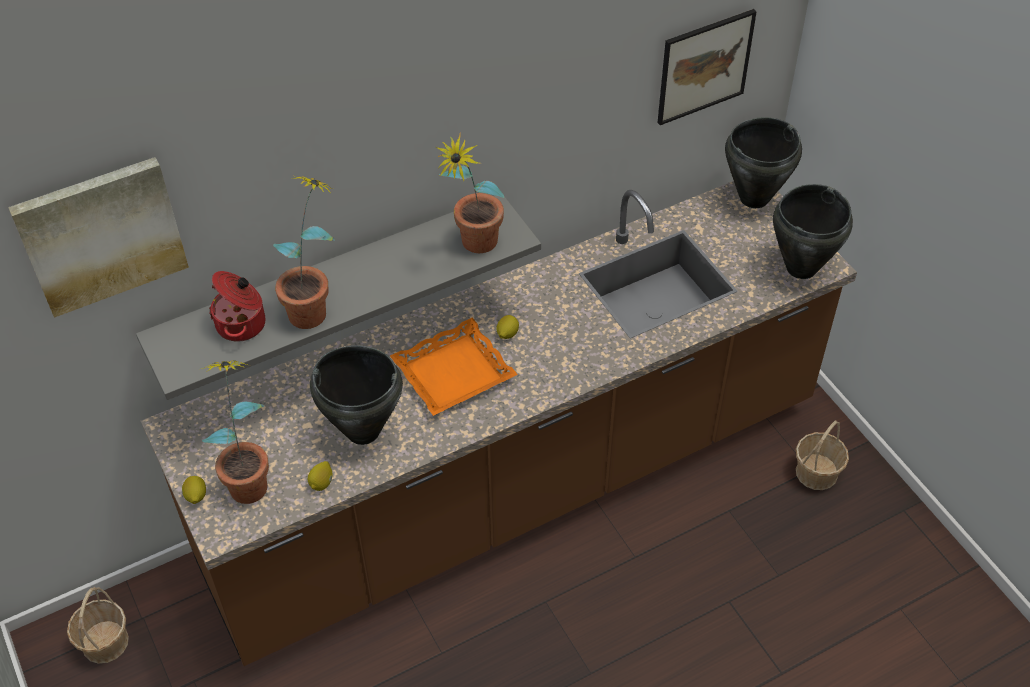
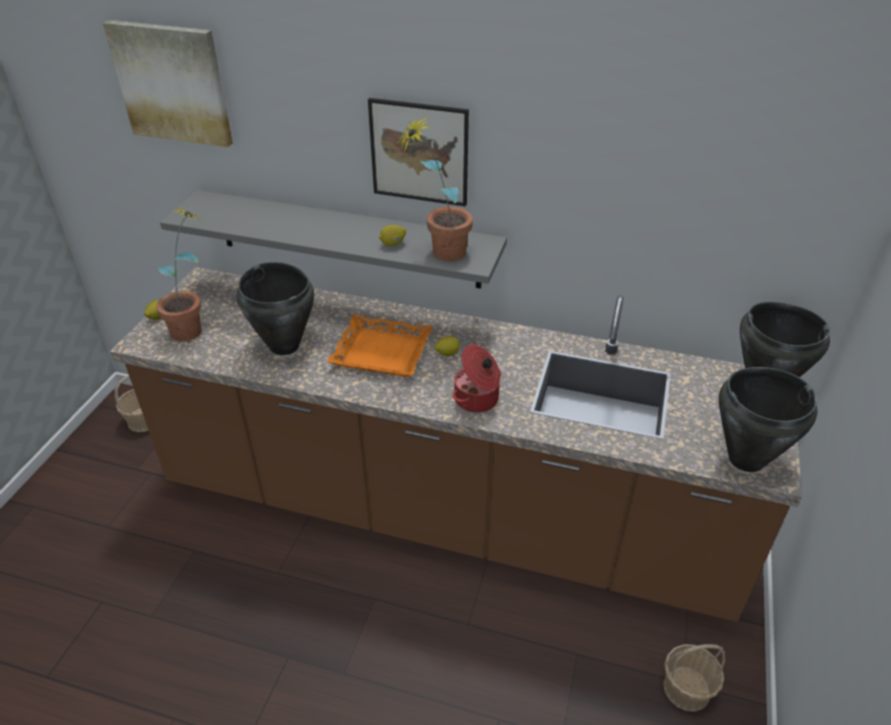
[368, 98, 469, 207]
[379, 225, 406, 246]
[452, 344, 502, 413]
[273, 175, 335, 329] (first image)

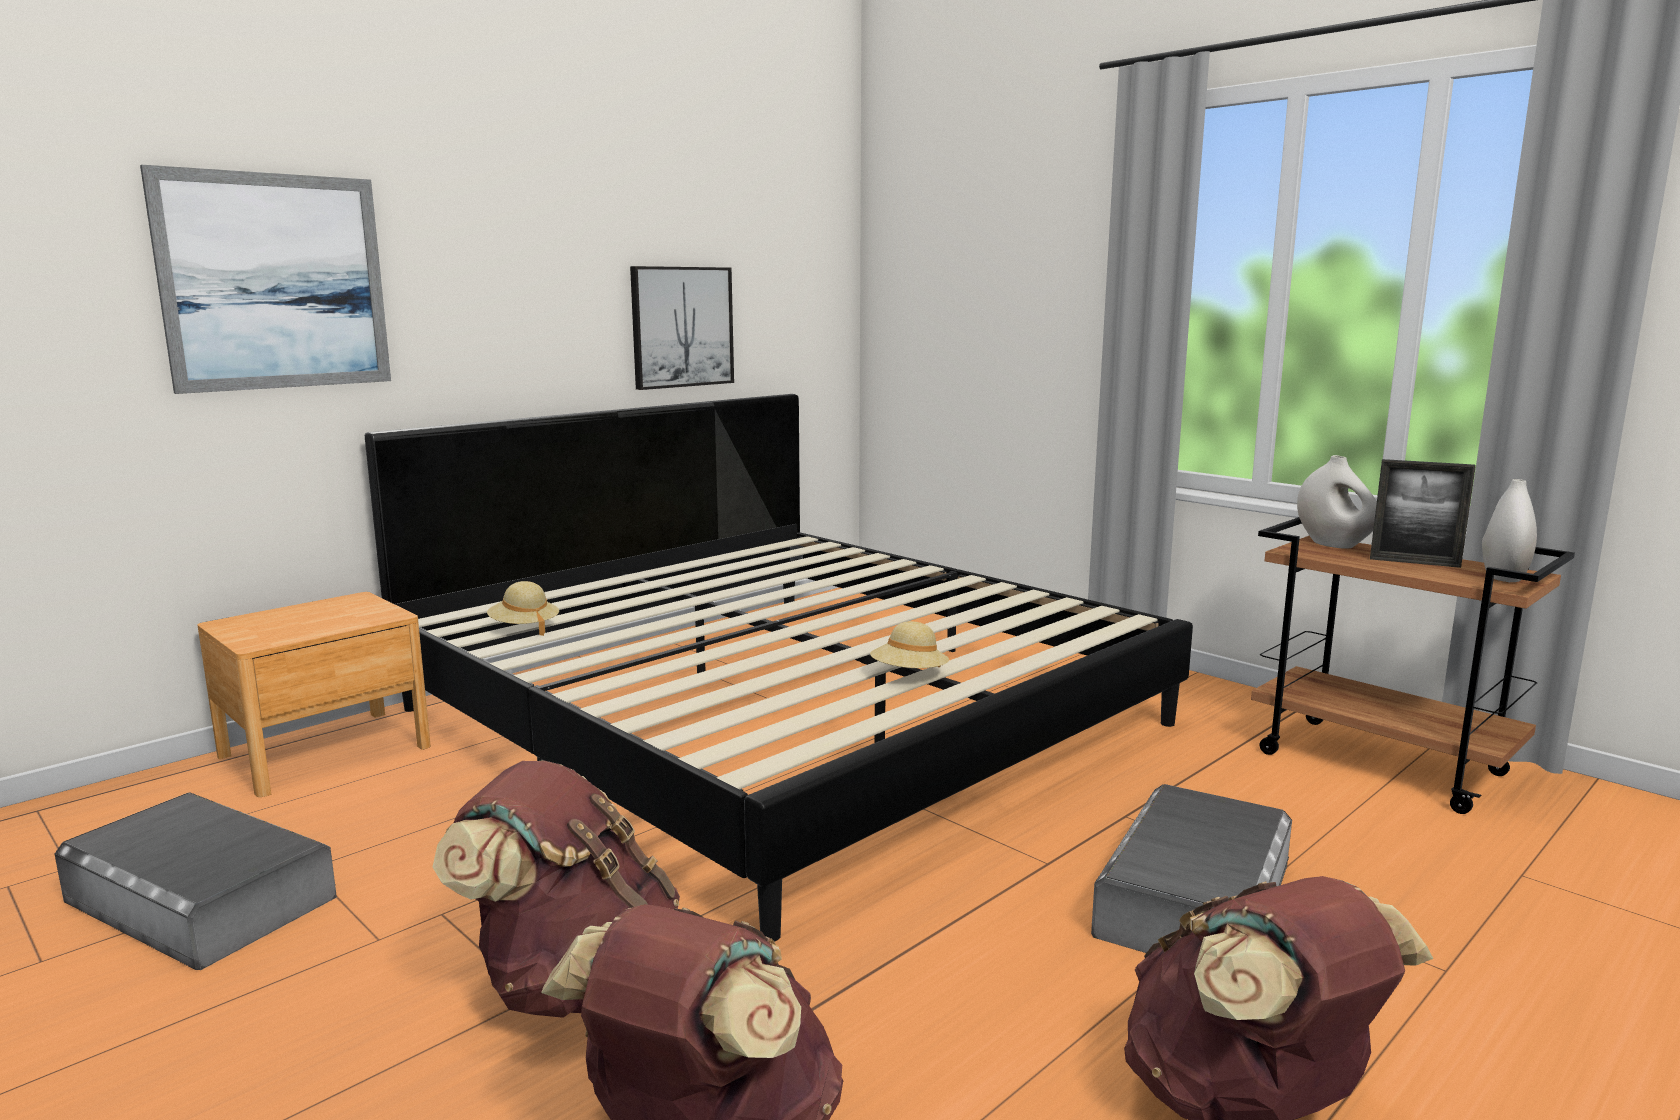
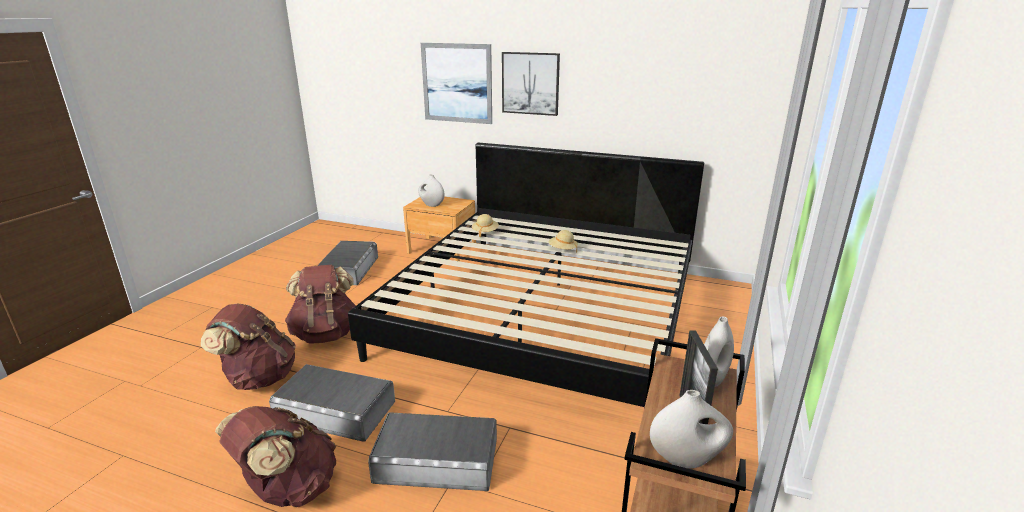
[269, 364, 395, 442]
[418, 175, 444, 207]
[502, 52, 560, 116]
[549, 230, 578, 253]

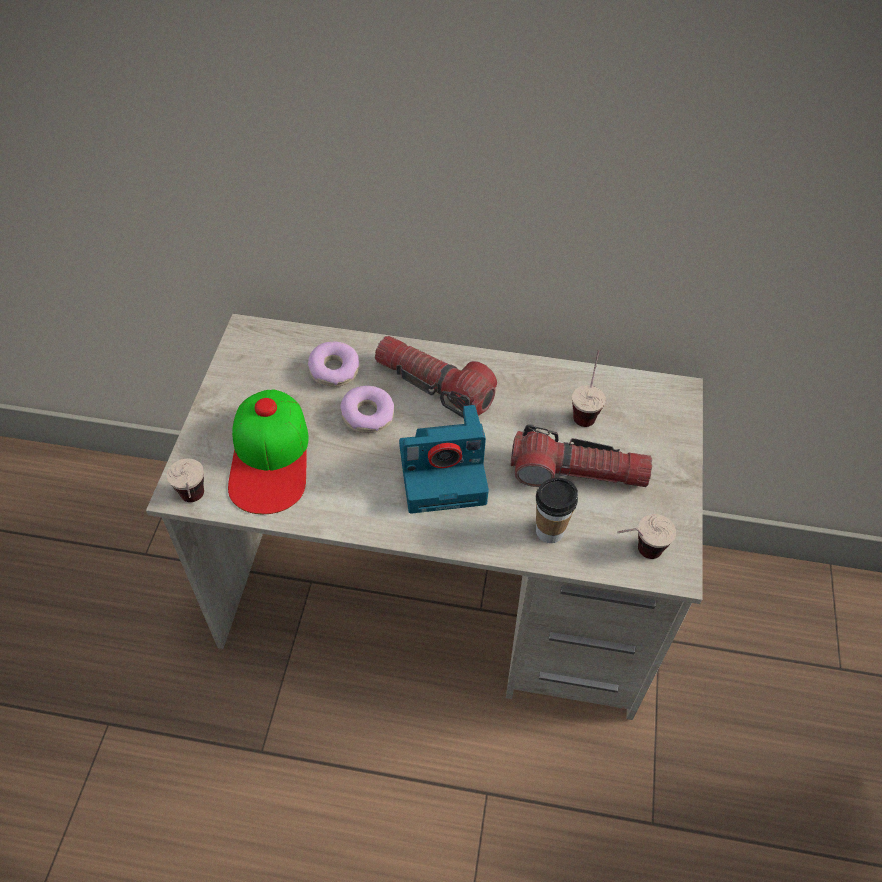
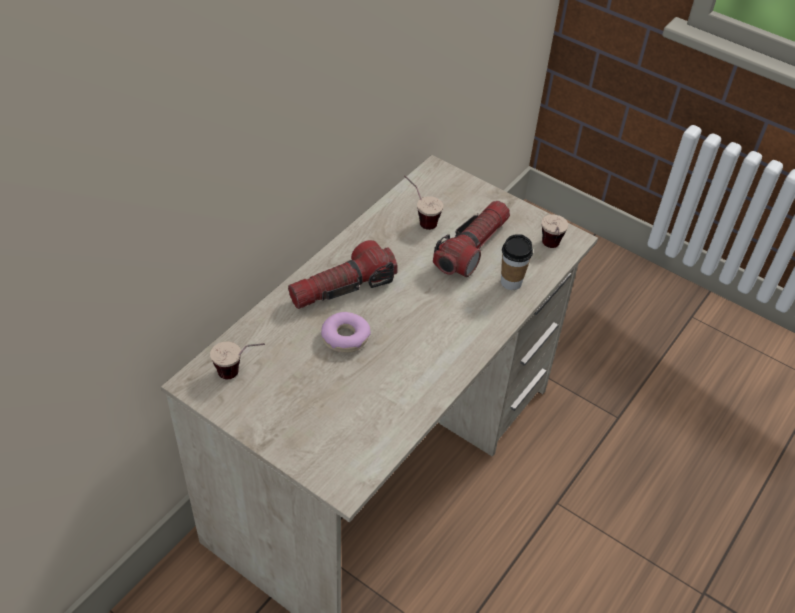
[210, 341, 265, 379]
[228, 389, 309, 514] (first image)
[308, 342, 359, 387] (first image)
[399, 405, 489, 514] (first image)

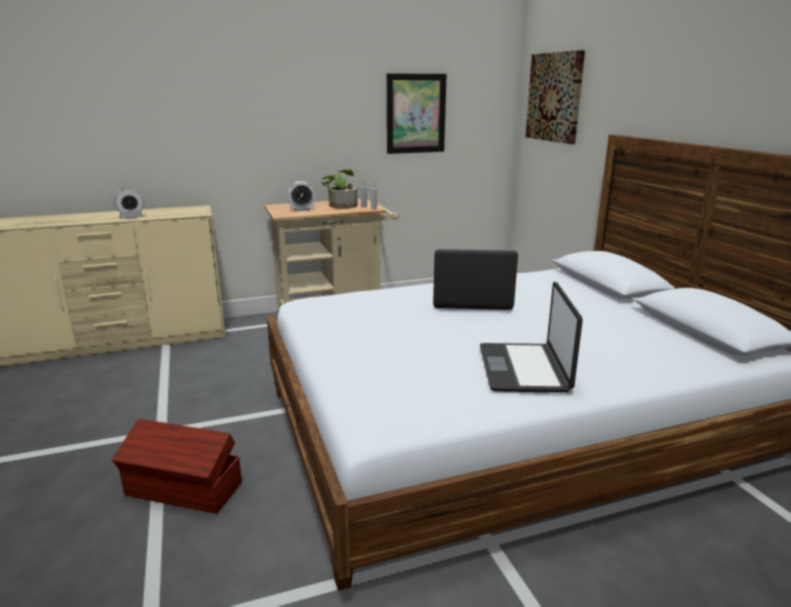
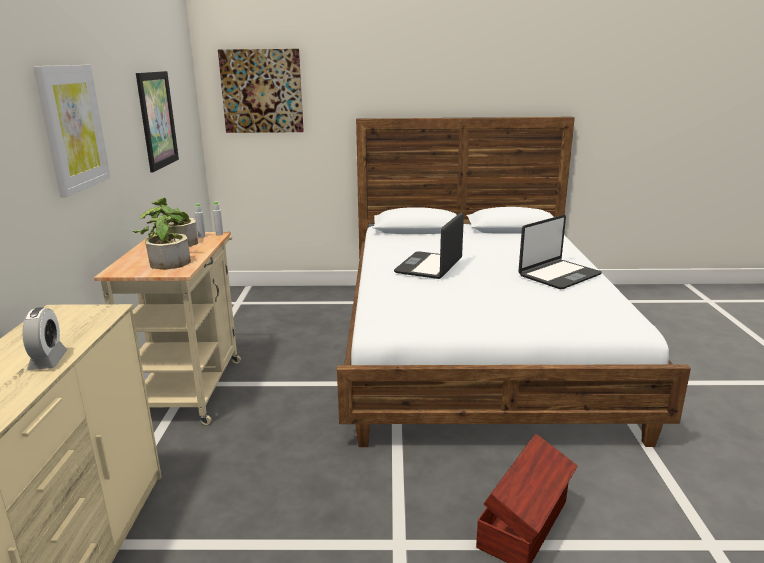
[33, 65, 111, 197]
[132, 211, 191, 270]
[518, 215, 602, 289]

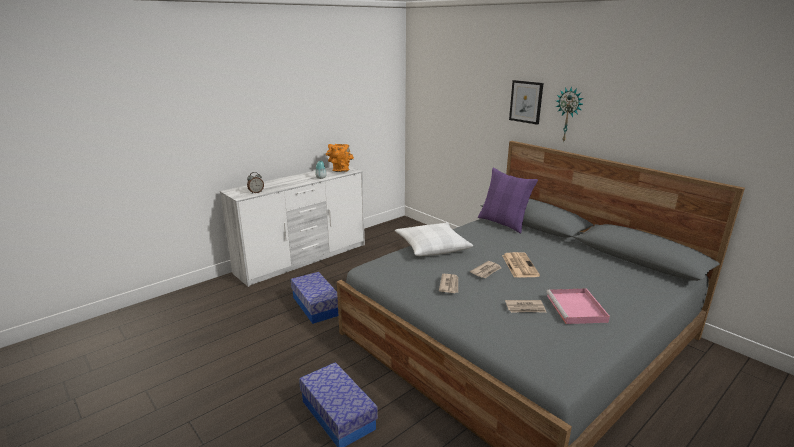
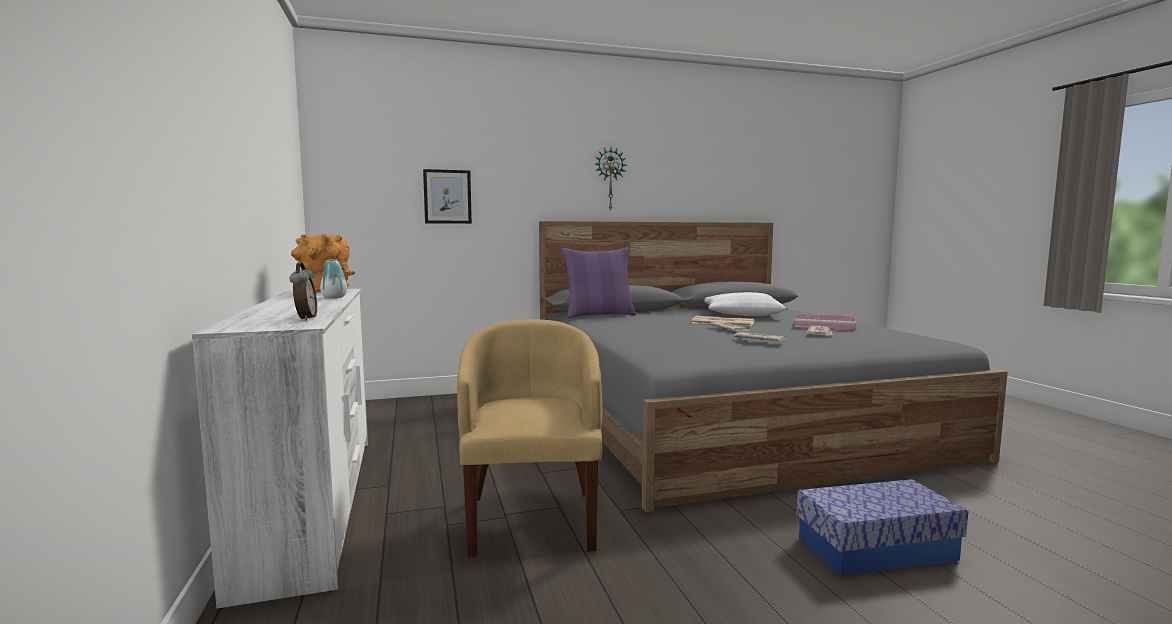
[423, 169, 472, 224]
[457, 319, 603, 557]
[704, 292, 786, 316]

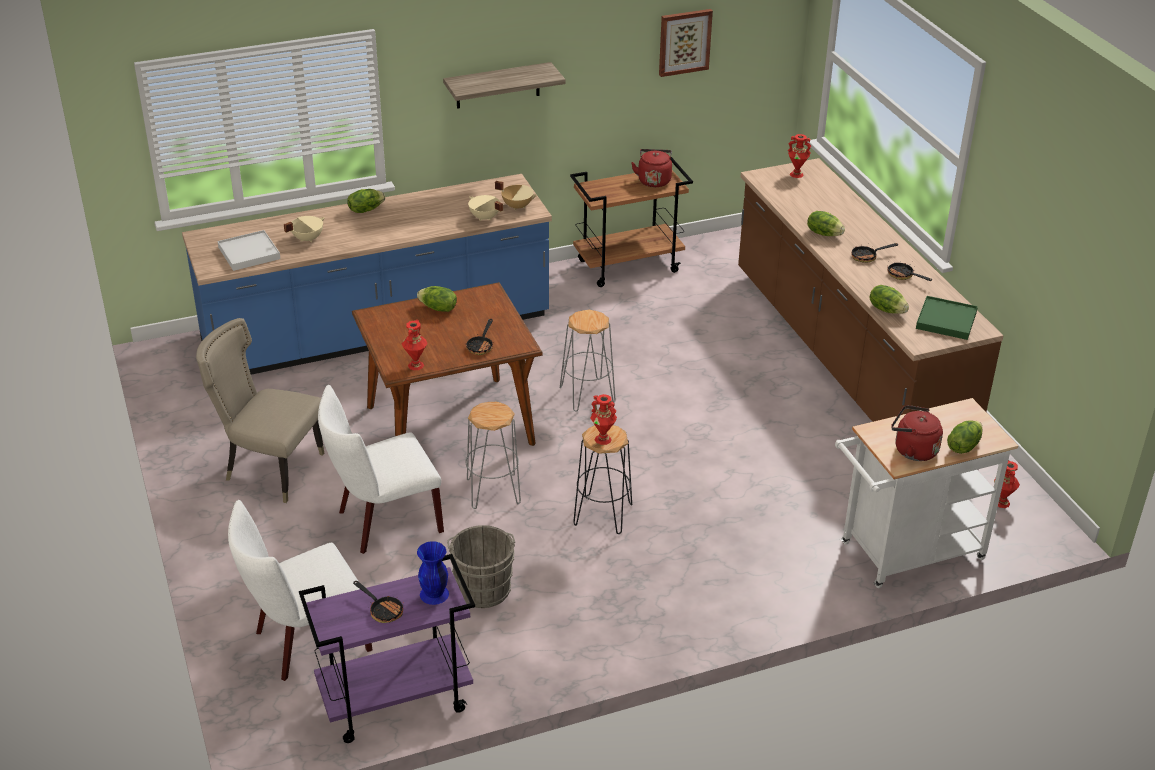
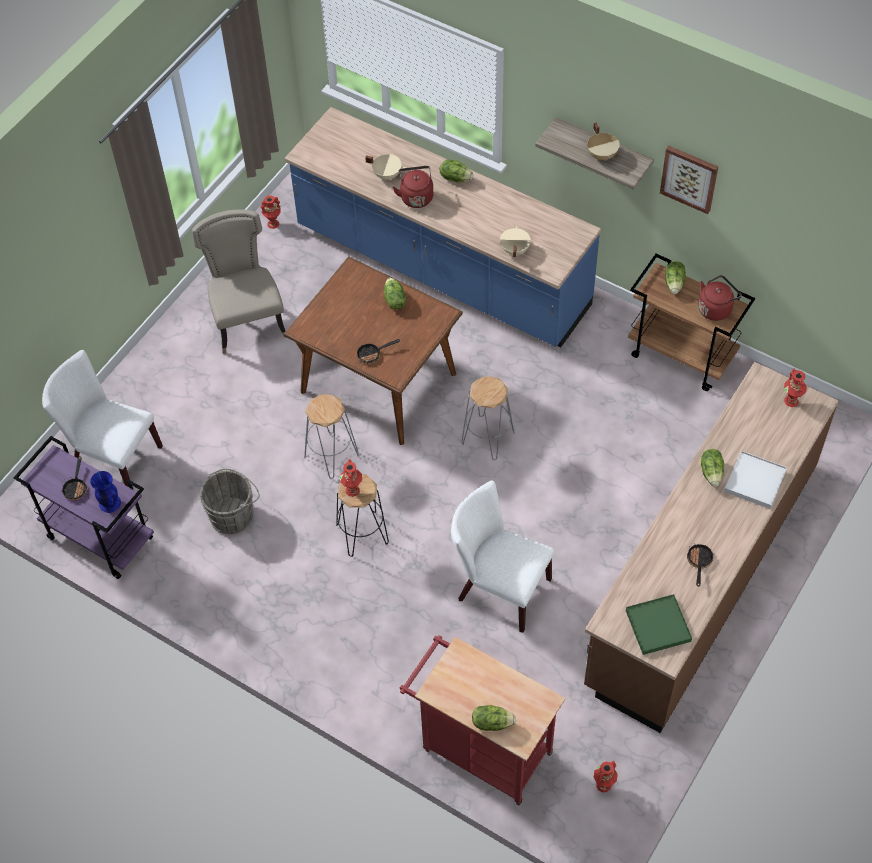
[260, 195, 281, 229]
[393, 166, 433, 208]
[400, 635, 565, 805]
[451, 481, 554, 633]
[587, 122, 620, 161]
[660, 145, 718, 214]
[665, 261, 686, 294]
[724, 451, 787, 509]
[851, 243, 898, 263] (first image)

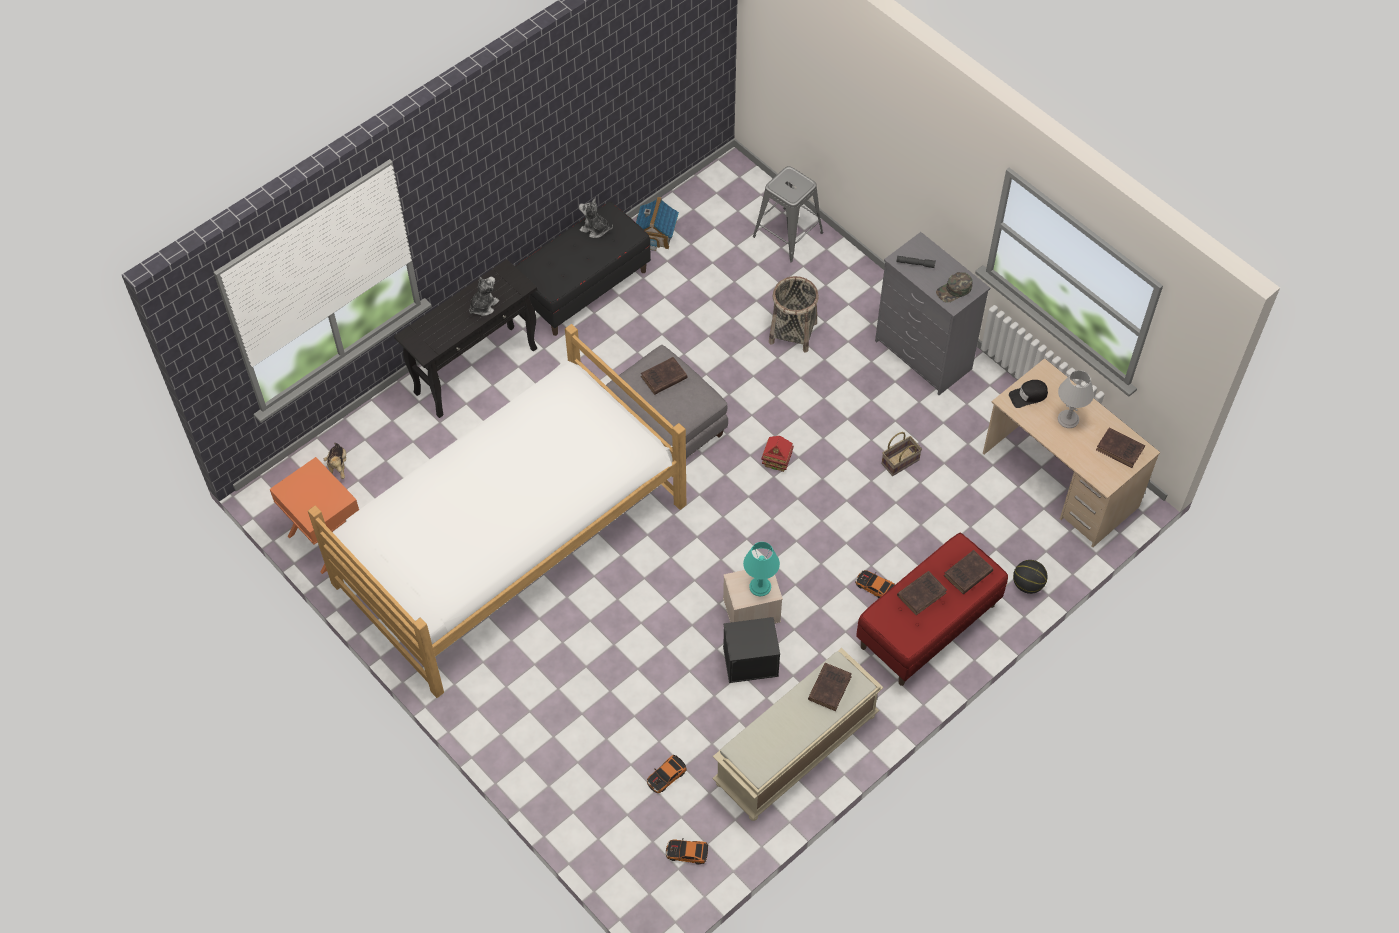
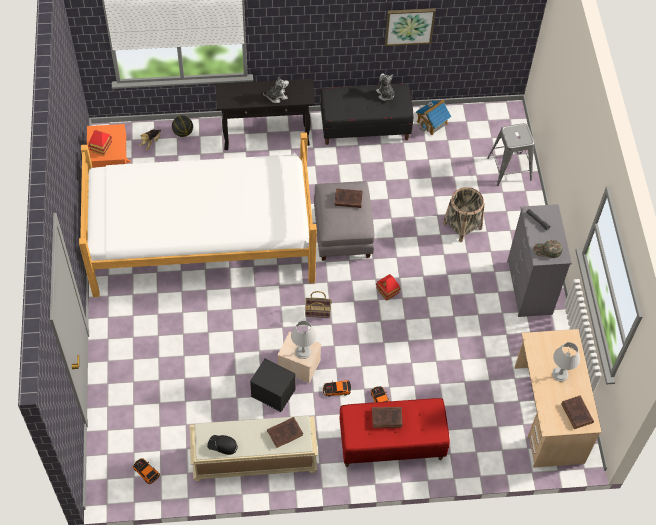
[88, 130, 112, 156]
[172, 116, 193, 137]
[207, 435, 238, 455]
[291, 321, 316, 359]
[305, 291, 331, 318]
[323, 380, 351, 396]
[385, 8, 436, 46]
[944, 550, 993, 594] (first image)

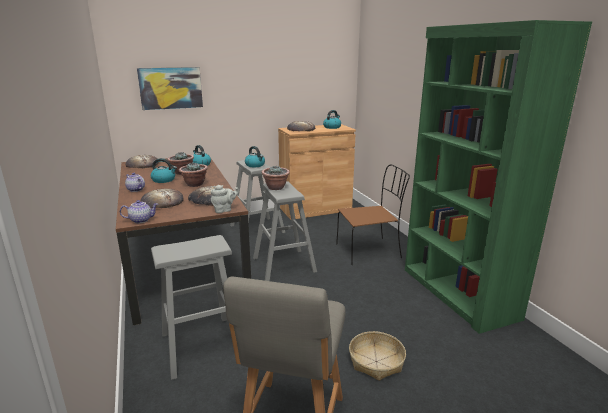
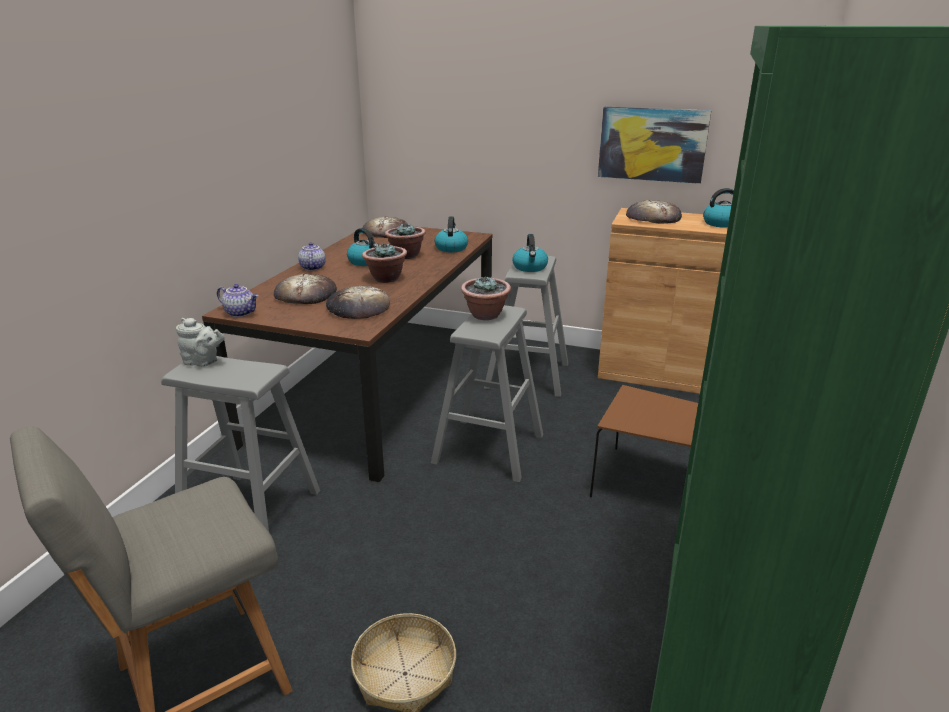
[176, 318, 224, 367]
[598, 107, 711, 184]

